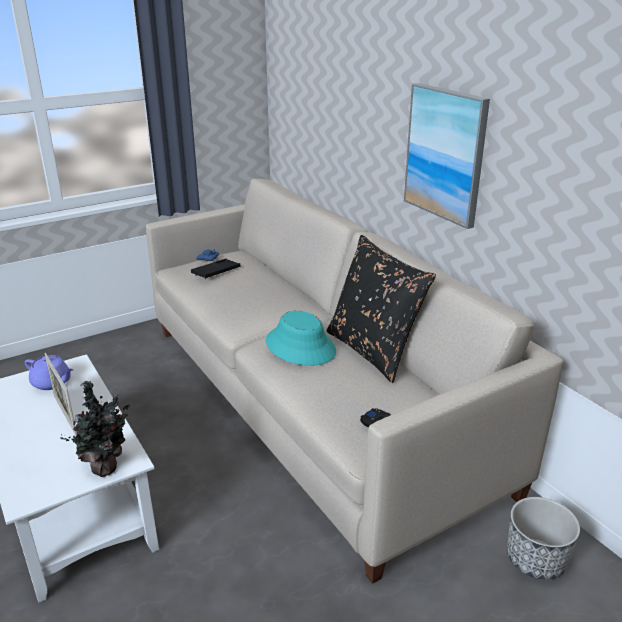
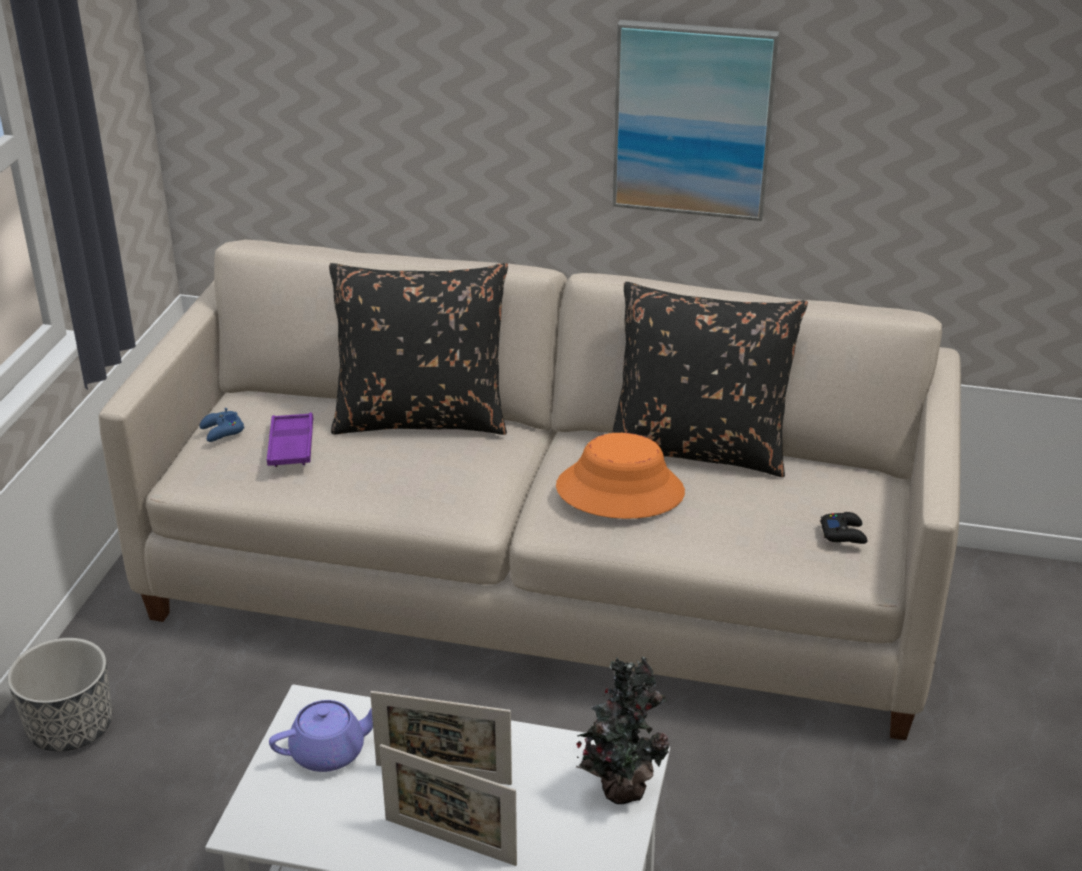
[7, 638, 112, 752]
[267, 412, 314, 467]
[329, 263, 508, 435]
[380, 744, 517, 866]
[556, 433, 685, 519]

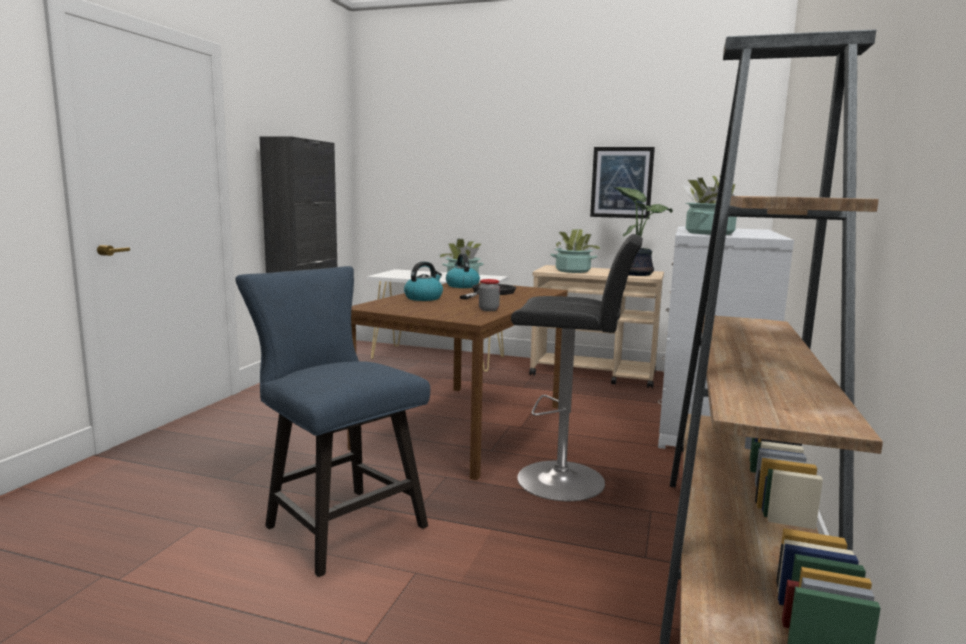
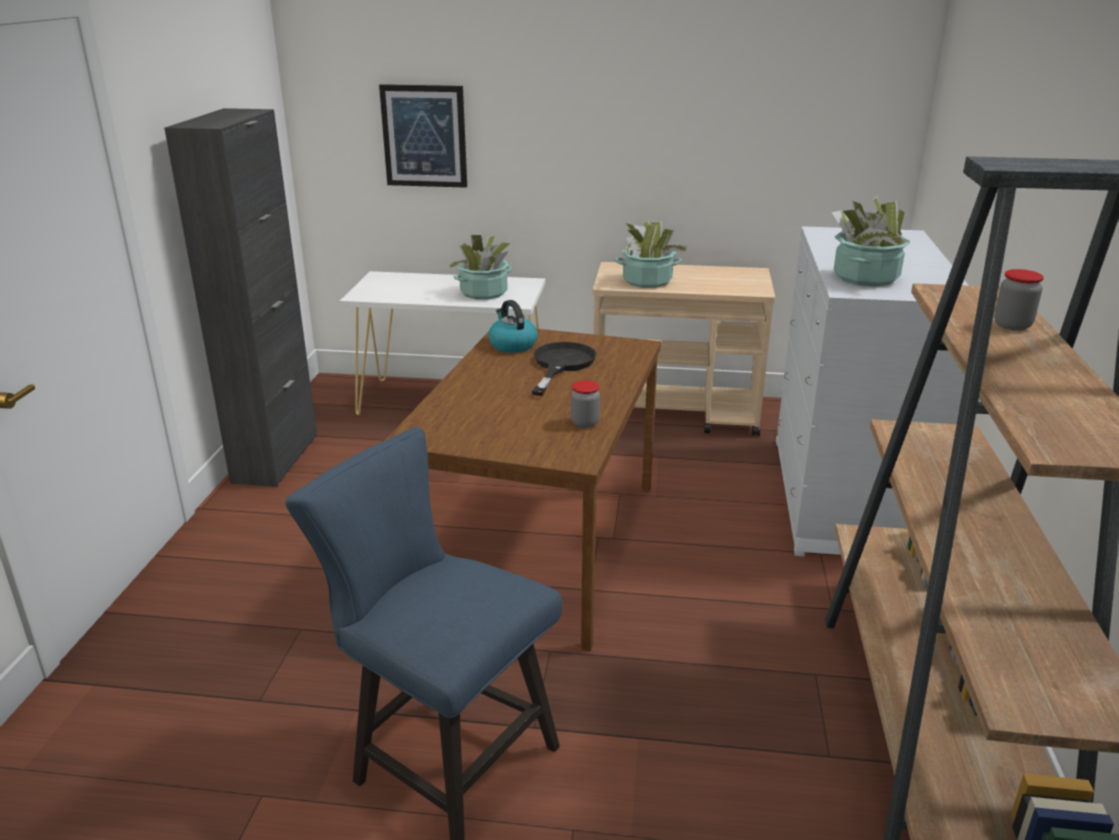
[379, 84, 467, 188]
[994, 269, 1044, 331]
[404, 261, 443, 301] (first image)
[511, 234, 643, 501] (first image)
[614, 187, 673, 276] (first image)

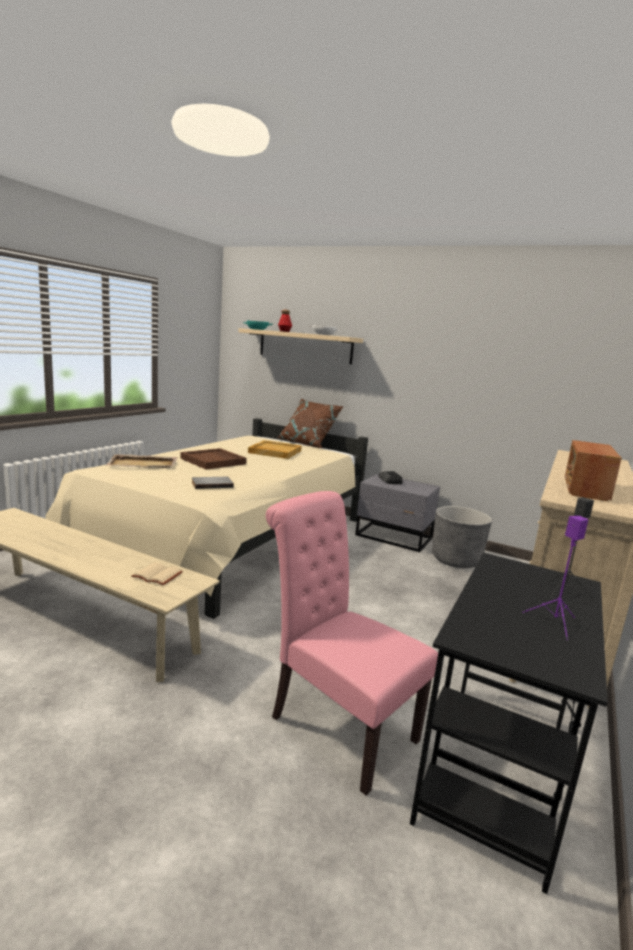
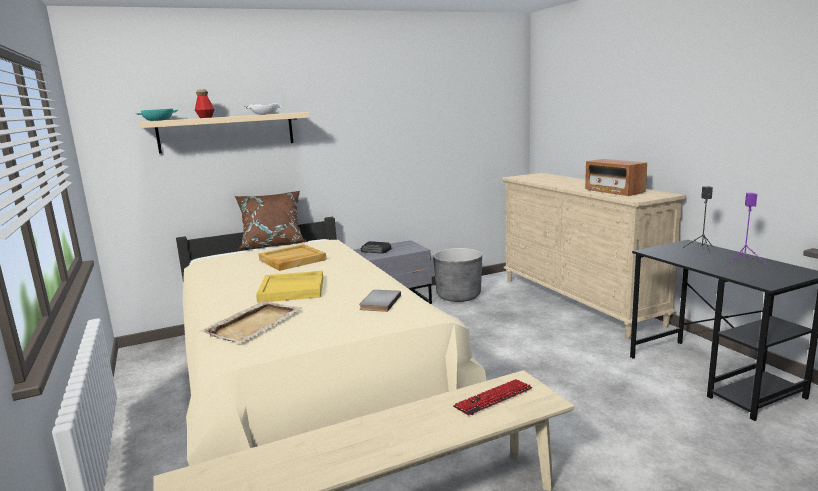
[256, 271, 323, 303]
[453, 379, 532, 415]
[266, 491, 438, 796] (first image)

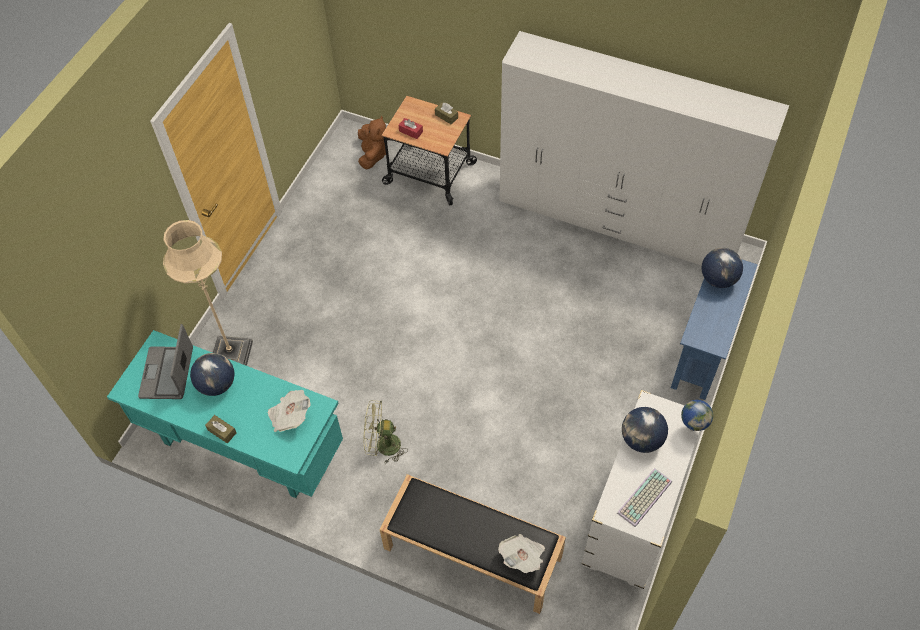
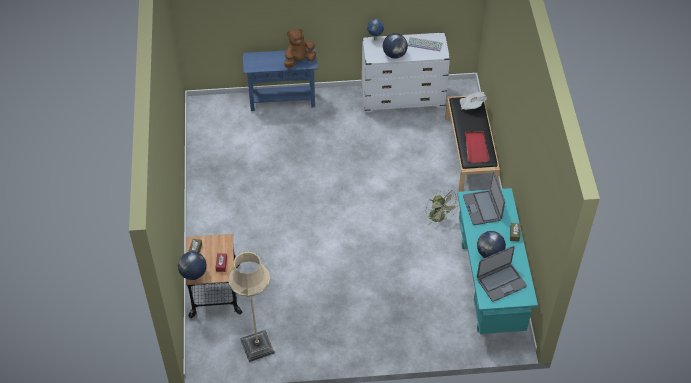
[178, 251, 207, 280]
[228, 251, 275, 362]
[284, 29, 316, 67]
[463, 172, 505, 225]
[465, 131, 489, 163]
[499, 31, 789, 265] (first image)

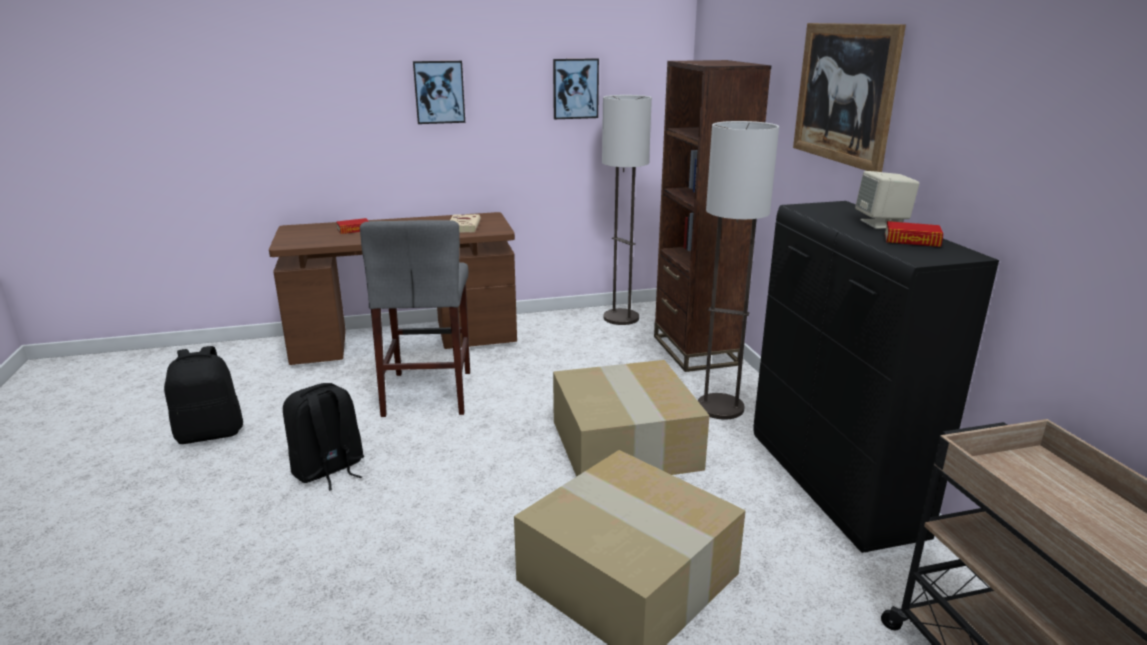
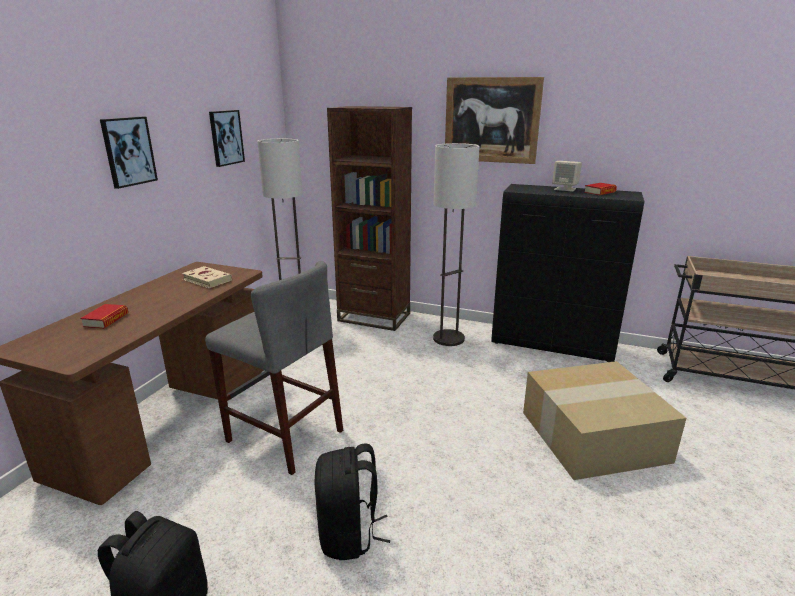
[553, 360, 710, 477] (first image)

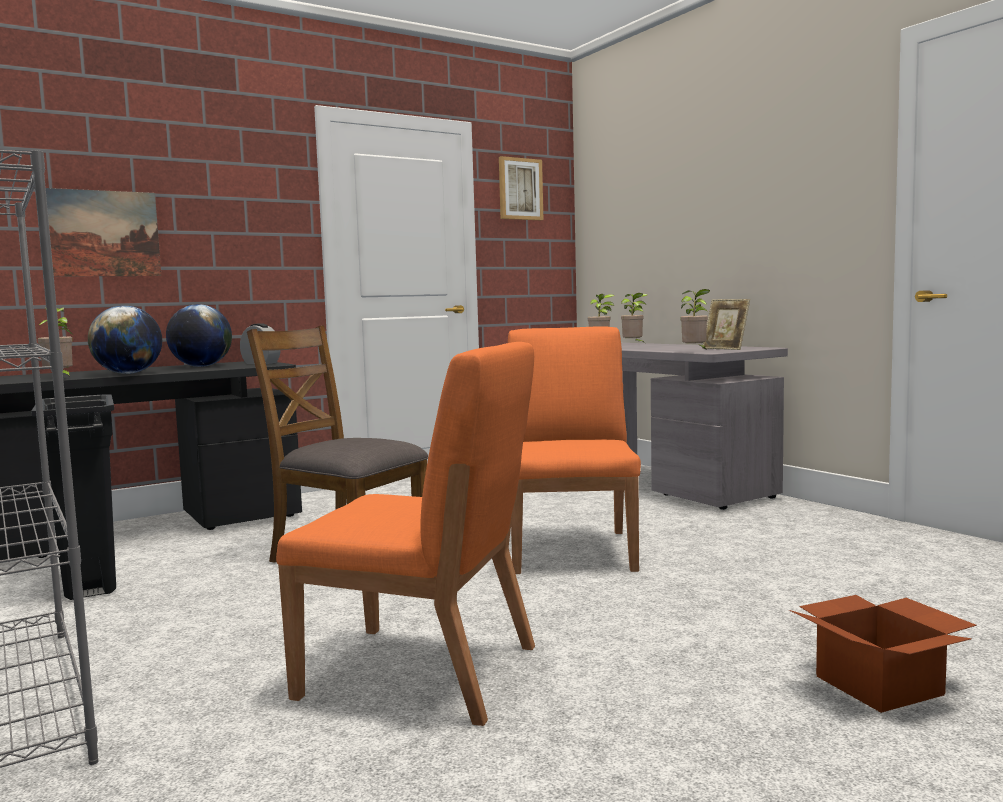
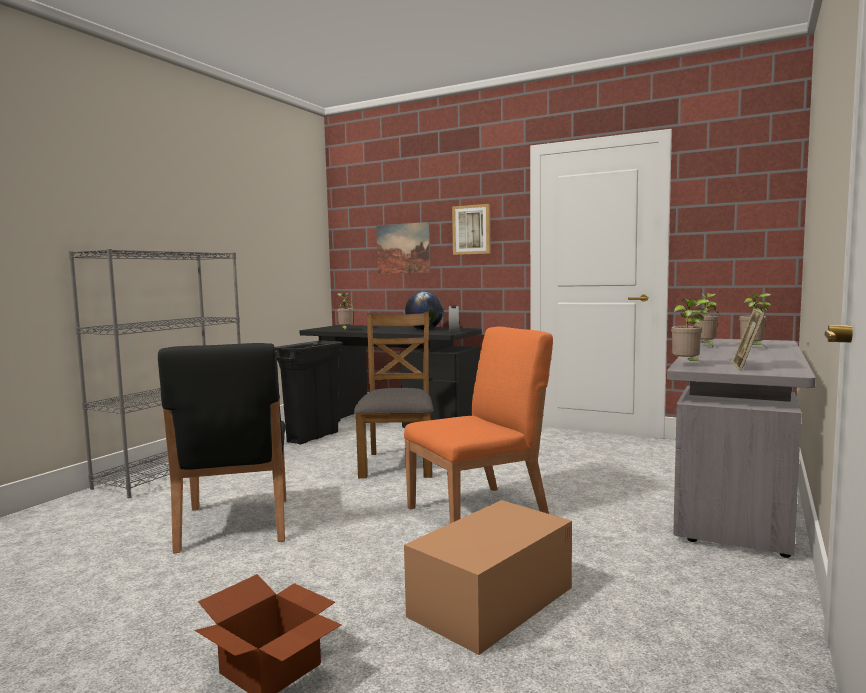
[158, 343, 286, 554]
[404, 500, 572, 655]
[452, 204, 491, 255]
[88, 305, 162, 374] (first image)

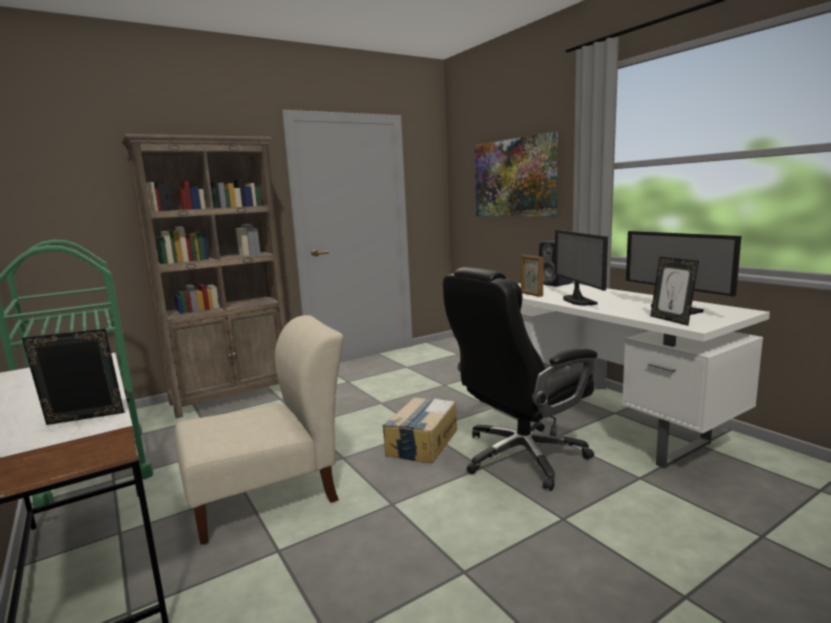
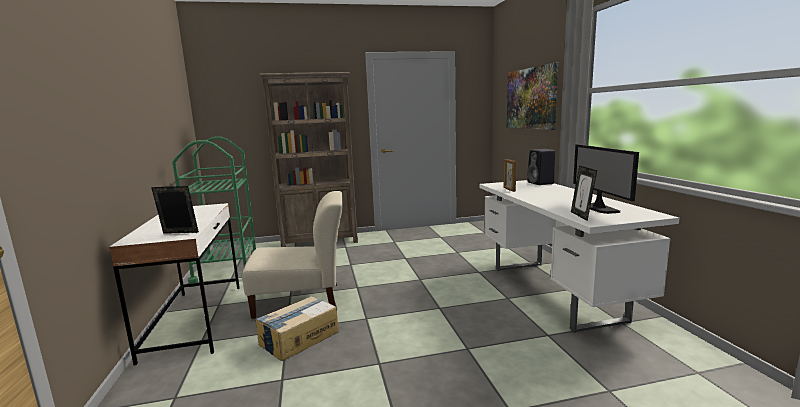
[255, 296, 339, 361]
[443, 267, 598, 491] (first image)
[555, 230, 608, 306] (first image)

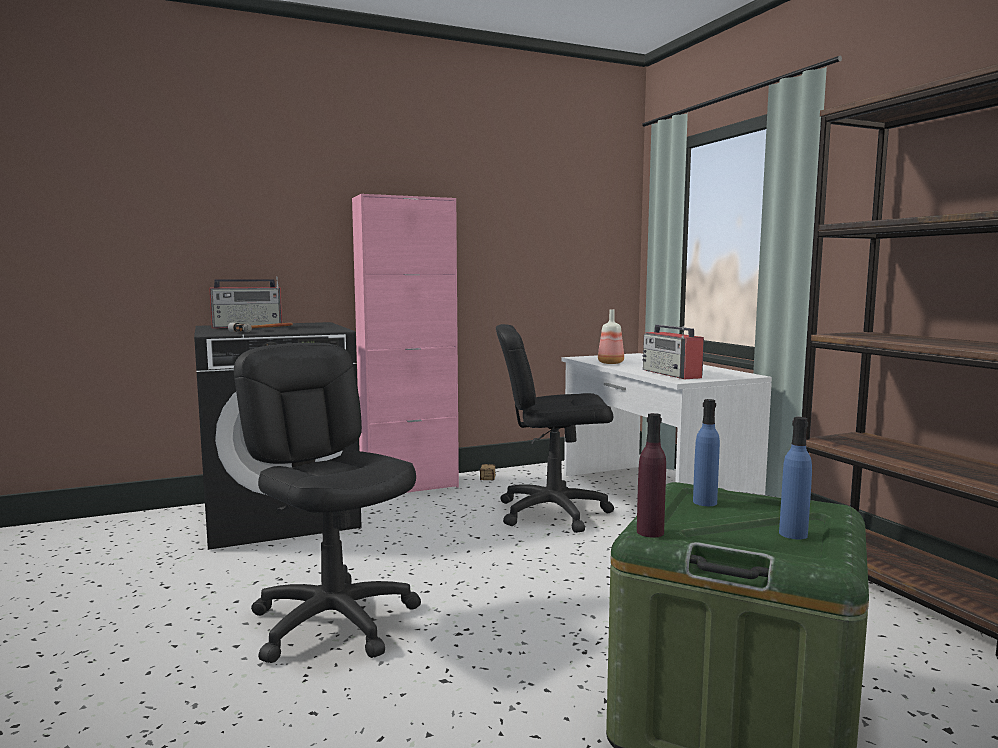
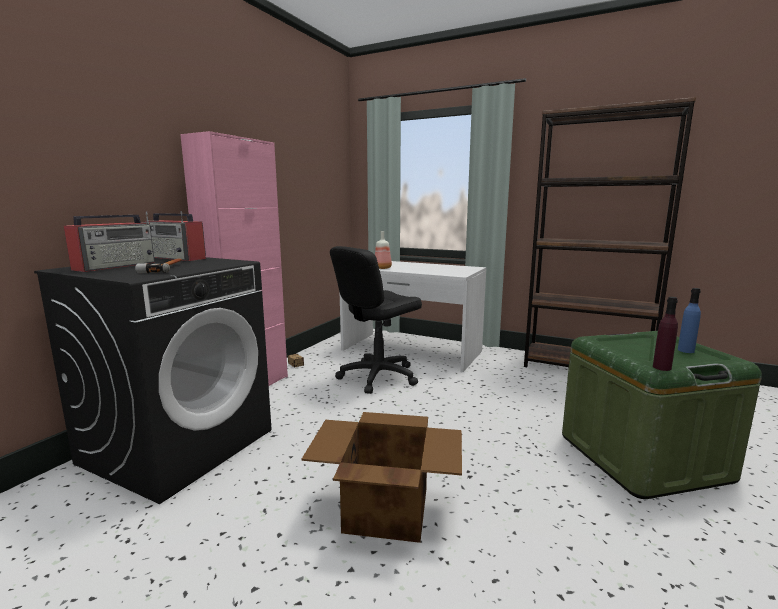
[143, 211, 206, 261]
[302, 412, 462, 543]
[693, 399, 720, 506] (first image)

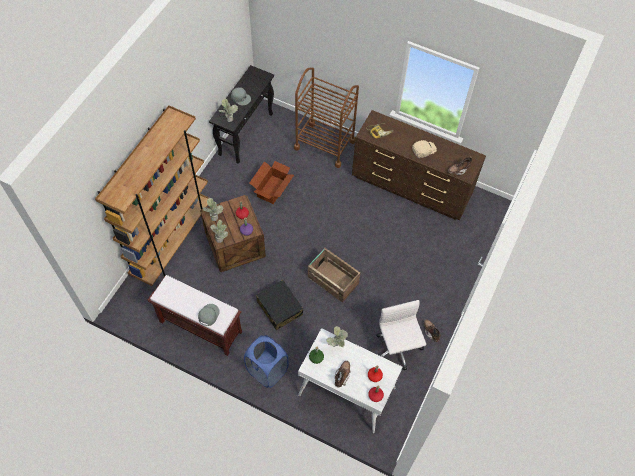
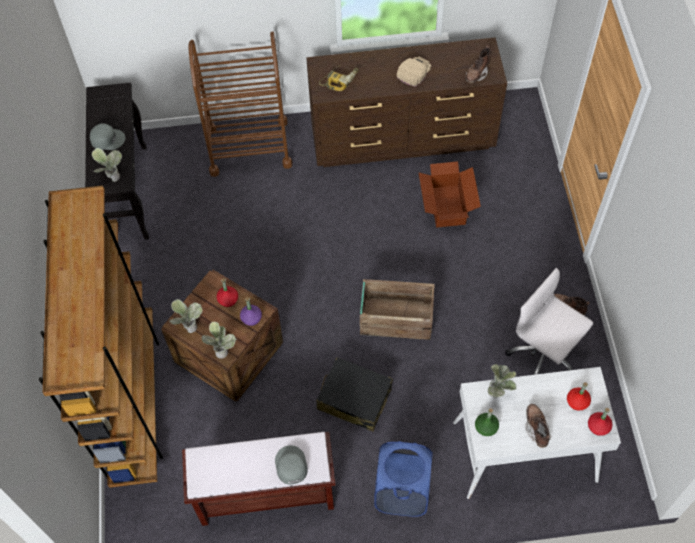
[418, 161, 481, 227]

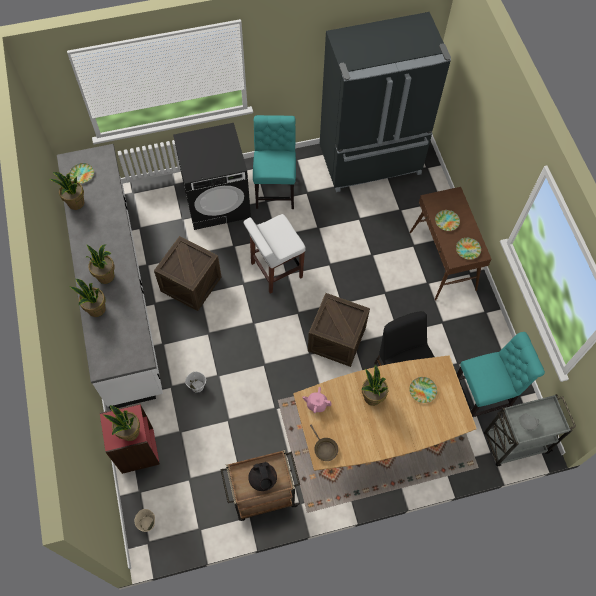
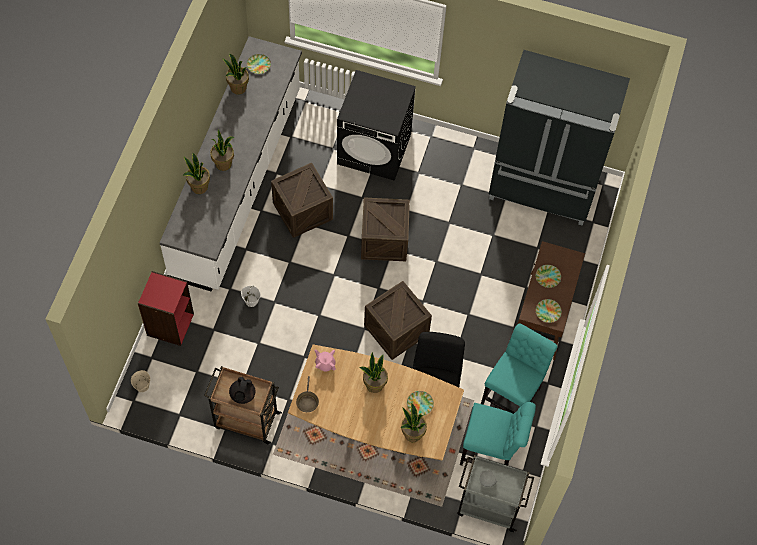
[361, 197, 410, 261]
[401, 403, 427, 442]
[481, 323, 558, 414]

